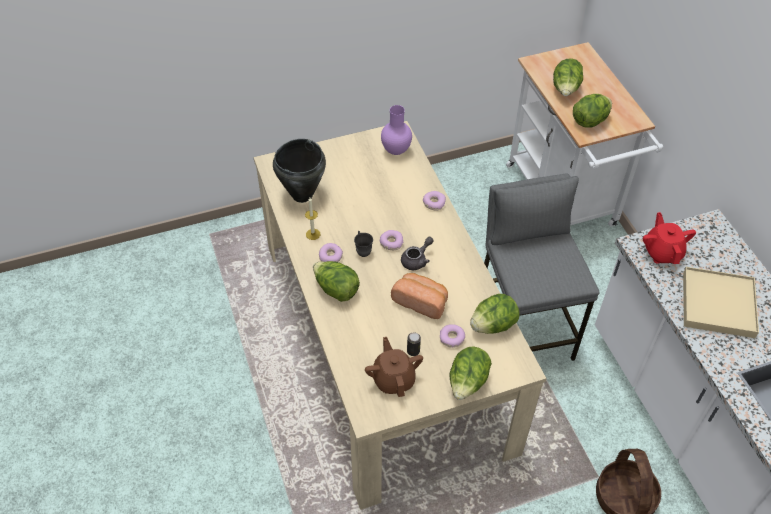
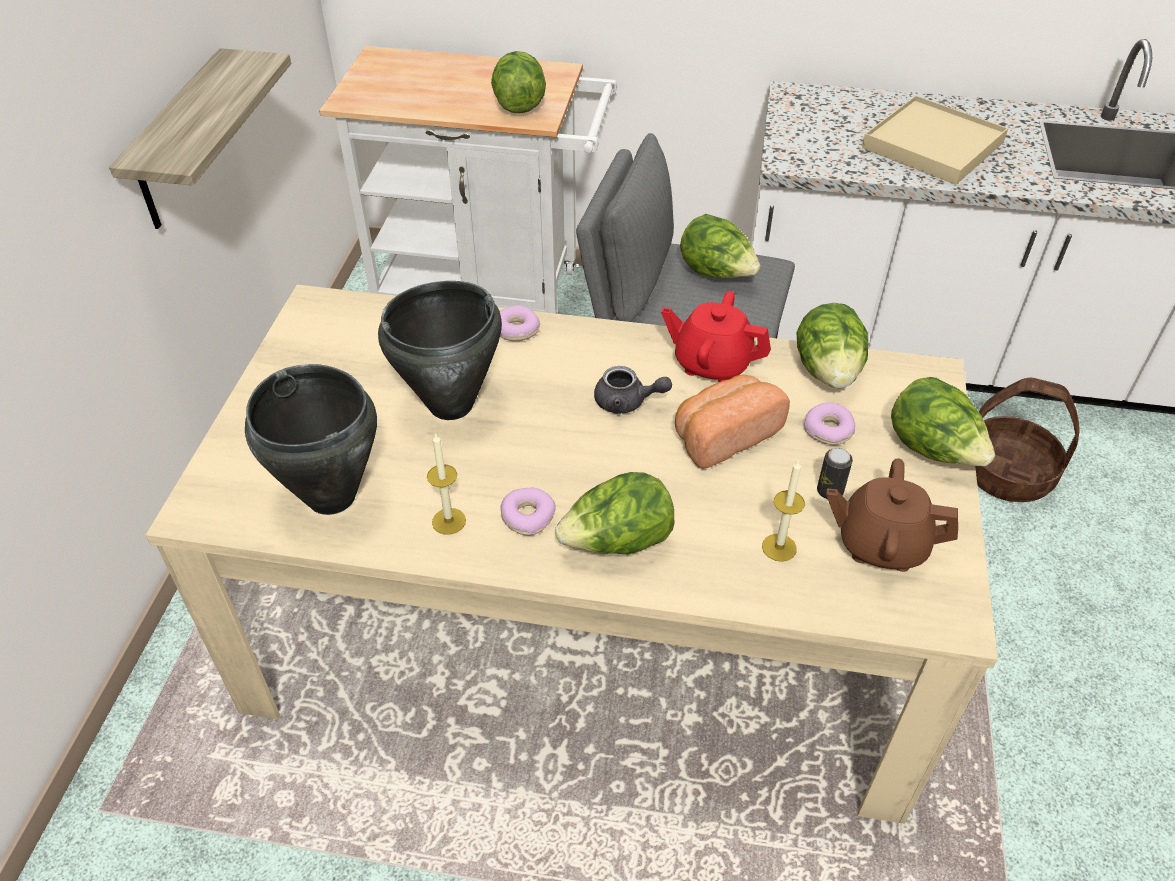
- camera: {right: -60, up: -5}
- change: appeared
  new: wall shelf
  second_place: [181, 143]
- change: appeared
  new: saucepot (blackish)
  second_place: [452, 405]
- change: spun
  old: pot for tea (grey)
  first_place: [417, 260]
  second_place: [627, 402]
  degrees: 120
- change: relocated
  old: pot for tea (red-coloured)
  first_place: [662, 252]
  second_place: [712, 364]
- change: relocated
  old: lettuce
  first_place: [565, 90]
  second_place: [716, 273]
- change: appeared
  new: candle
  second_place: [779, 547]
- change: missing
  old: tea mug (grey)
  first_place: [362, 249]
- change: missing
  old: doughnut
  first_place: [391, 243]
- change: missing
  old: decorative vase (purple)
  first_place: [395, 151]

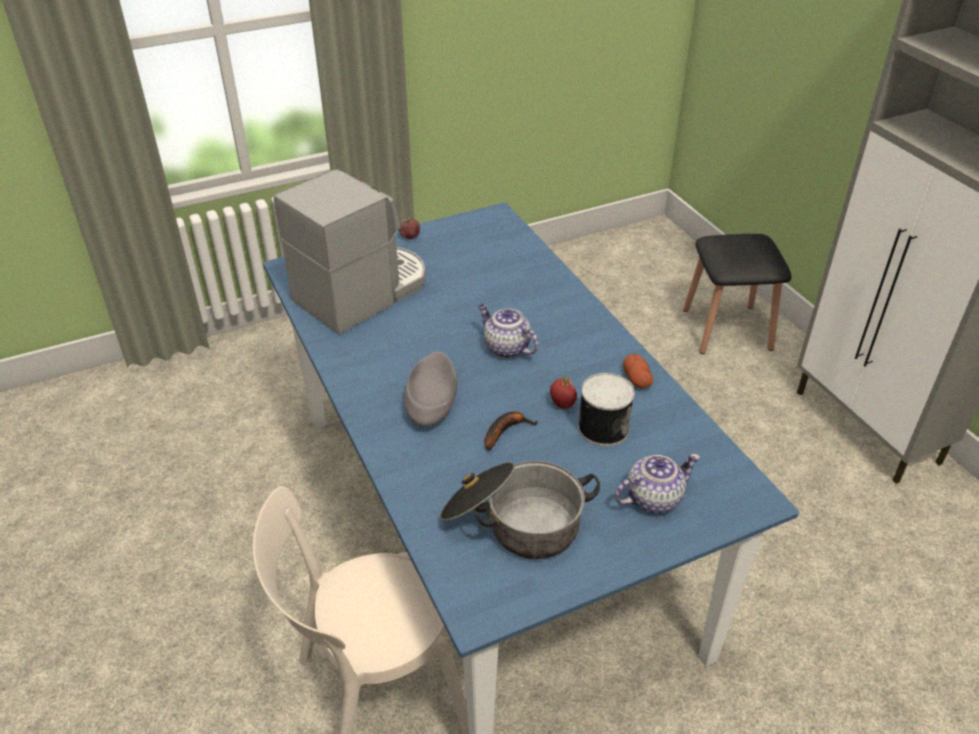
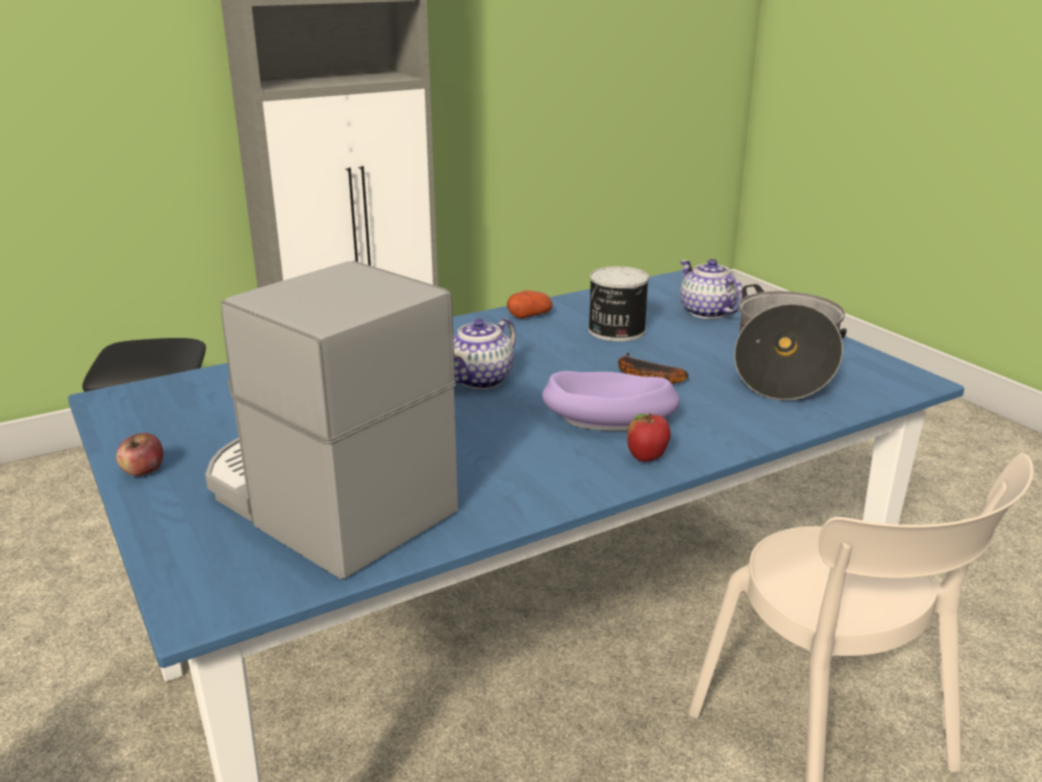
- camera: {right: -95, up: -15}
- change: colour
  old: bowl (grey)
  new: bowl (purple)
  first_place: [431, 402]
  second_place: [608, 421]
- change: relocated
  old: apple fruit
  first_place: [562, 404]
  second_place: [647, 458]

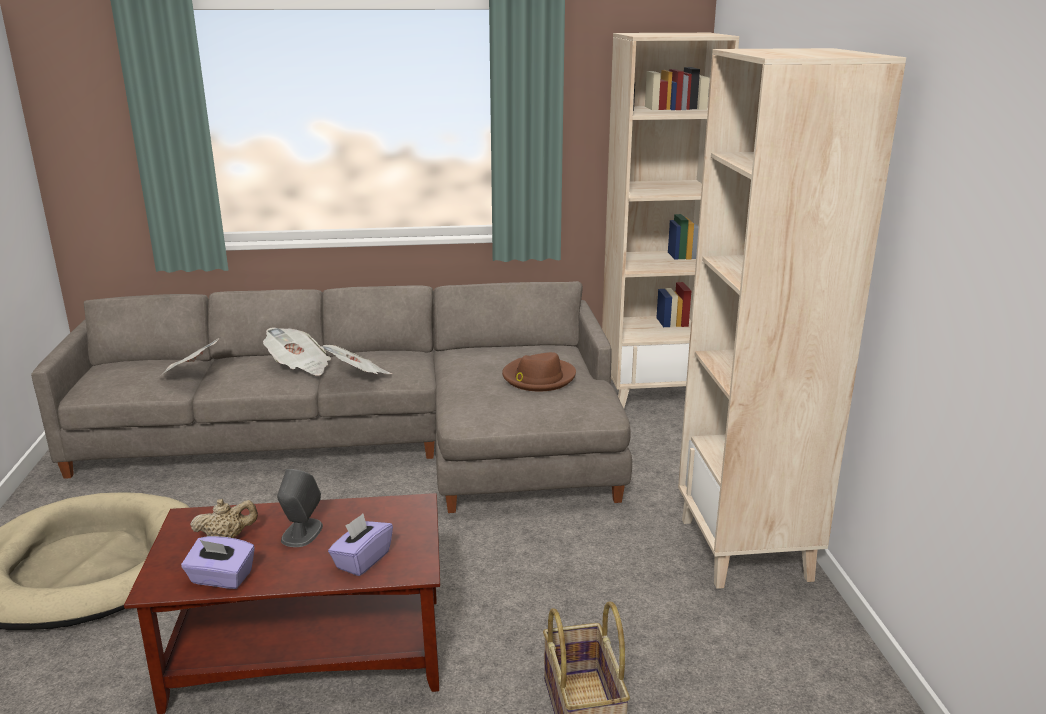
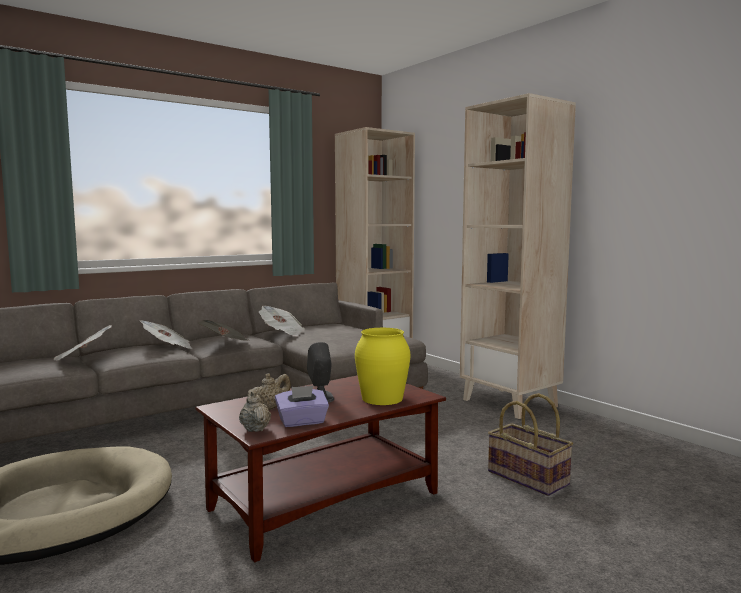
- camera: {right: -30, up: -15}
- change: appeared
  new: pot for tea (beige-coloured)
  second_place: [255, 429]
- change: appeared
  new: newspaper
  second_place: [282, 333]
- change: exchanged
  old: tissue holder (purple)
  new: decorative vase (yellow)
  first_place: [362, 560]
  second_place: [382, 398]
- change: missing
  old: hat (brown)
  first_place: [538, 378]

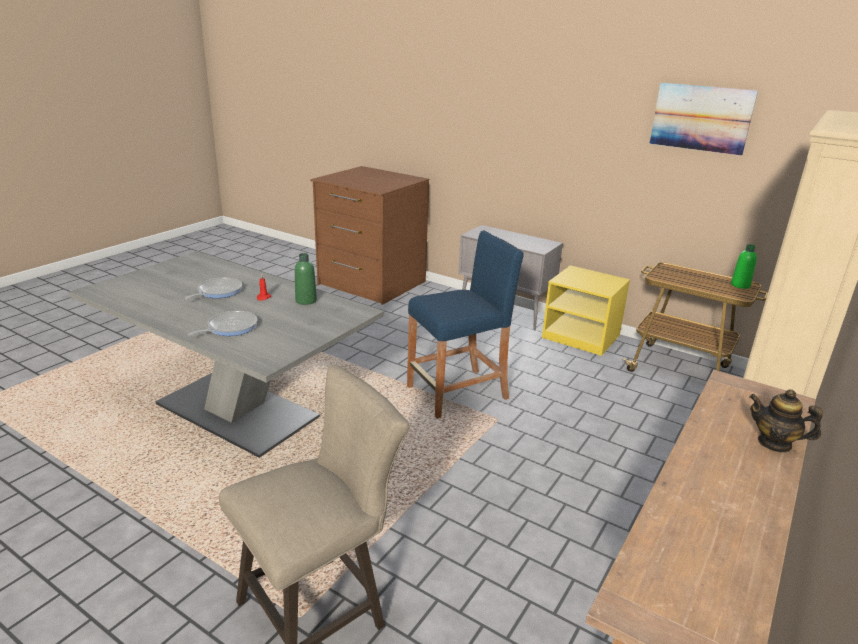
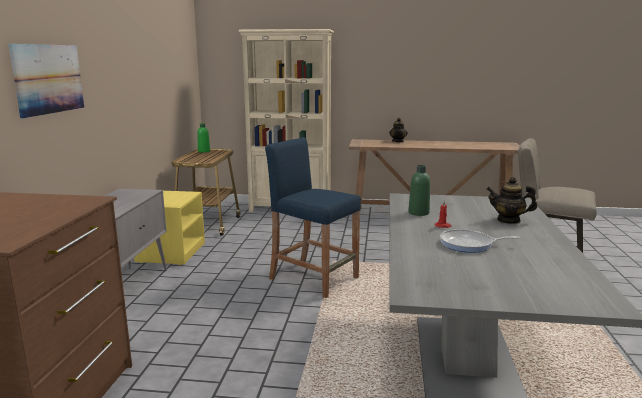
- camera: {right: -115, up: -10}
- change: relocated
  old: wall art
  first_place: [701, 118]
  second_place: [49, 79]
- change: exchanged
  old: frying pan
  new: pot for tea
  first_place: [230, 327]
  second_place: [508, 220]

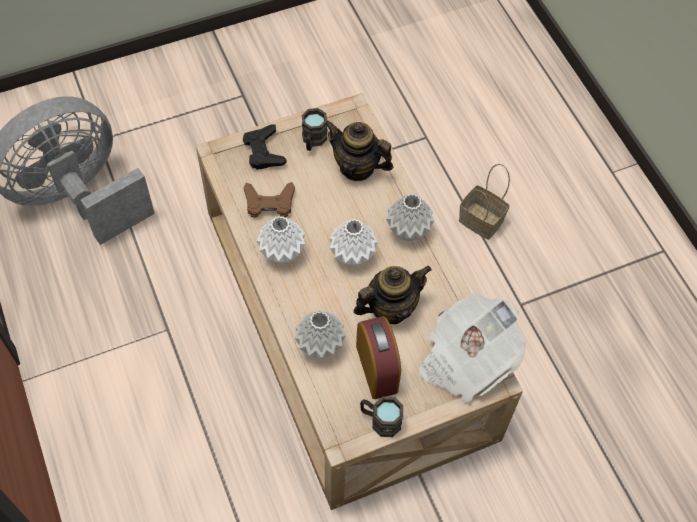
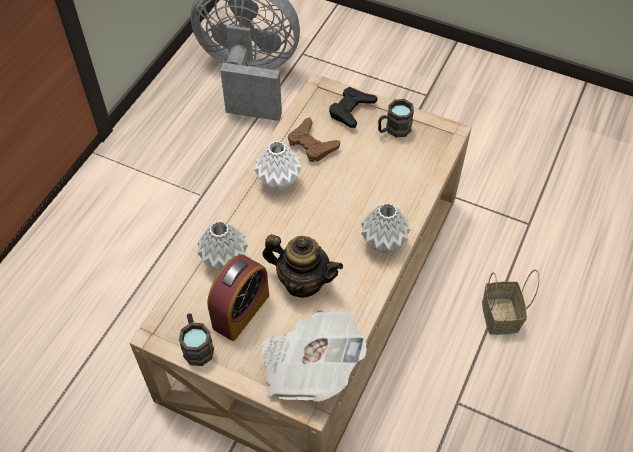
- camera: {right: 50, up: -5}
- change: missing
  old: pot for tea
  first_place: [357, 167]
- change: missing
  old: decorative vase (whitish)
  first_place: [353, 256]

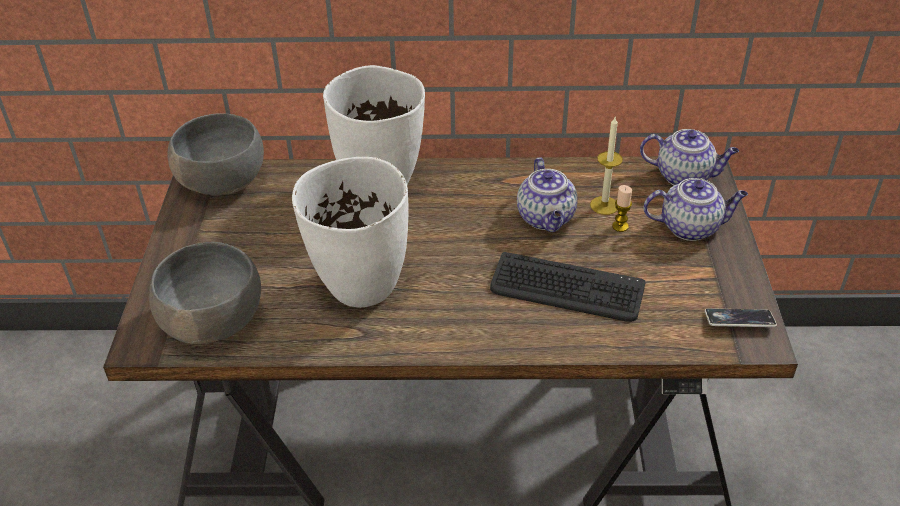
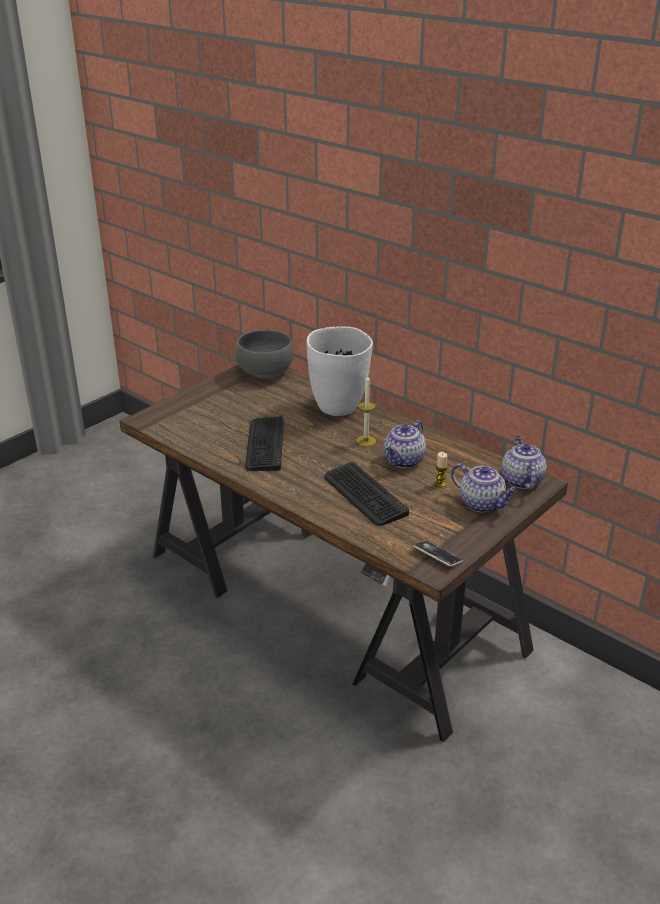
- camera: {right: 40, up: -10}
- change: exchanged
  old: decorative vase (whitish)
  new: computer keyboard
  first_place: [361, 287]
  second_place: [265, 444]
- change: relocated
  old: candle
  first_place: [604, 205]
  second_place: [366, 441]
- change: spun
  old: pot for tea
  first_place: [685, 176]
  second_place: [521, 480]
  degrees: -150
- change: missing
  old: bowl (grey)
  first_place: [212, 322]

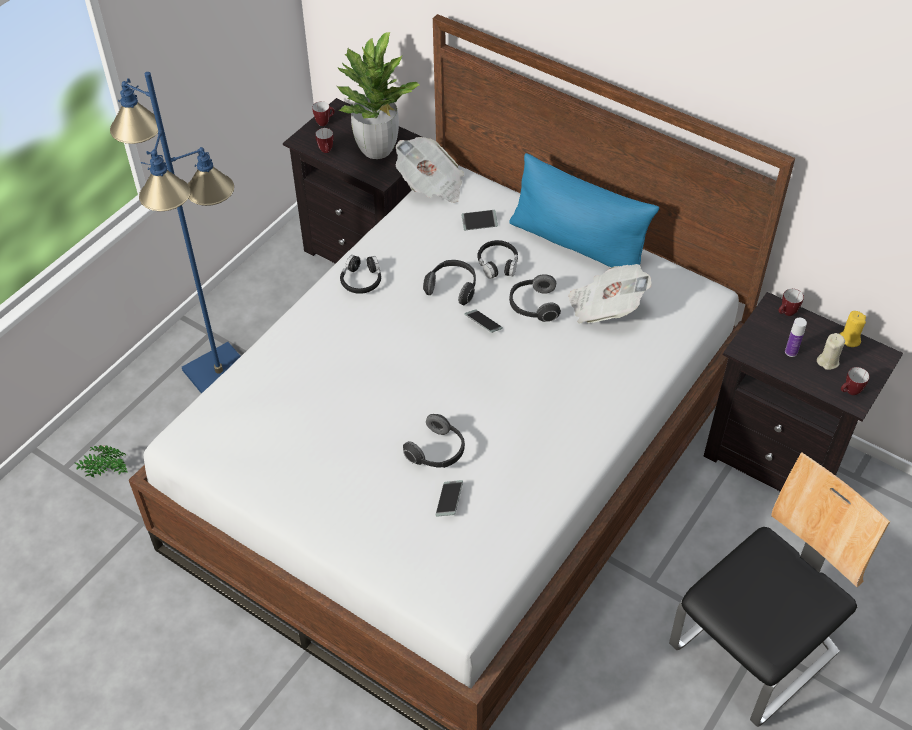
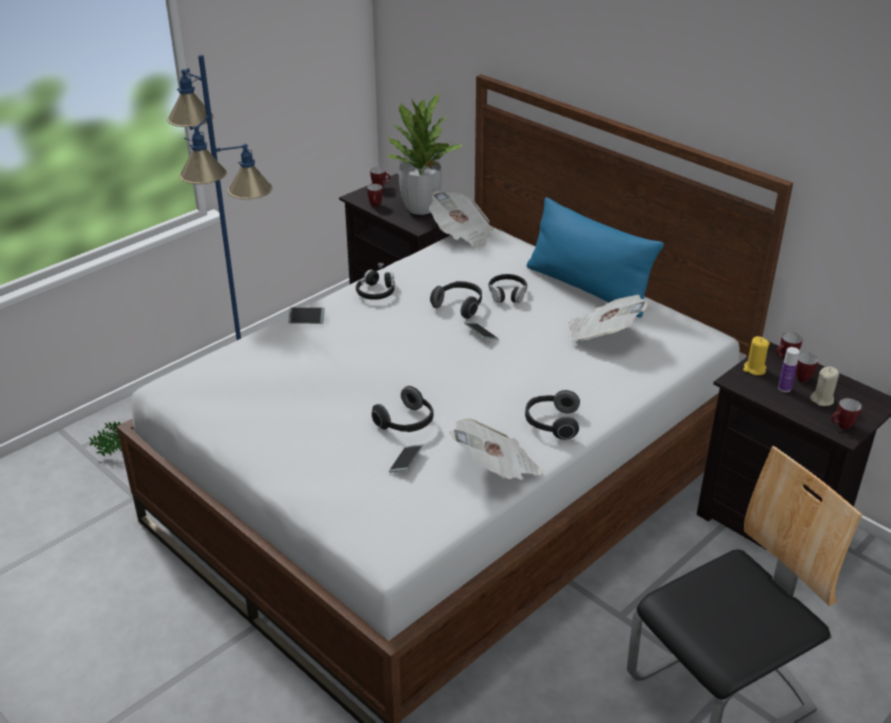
- camera: {right: 10, up: -15}
- change: relocated
  old: handset
  first_place: [479, 223]
  second_place: [306, 319]
- change: appeared
  new: newspaper
  second_place: [496, 469]
- change: relocated
  old: headphones
  first_place: [533, 306]
  second_place: [551, 424]
- change: relocated
  old: candle (yellow)
  first_place: [849, 339]
  second_place: [754, 369]
- change: appeared
  new: tea mug
  second_place: [801, 377]

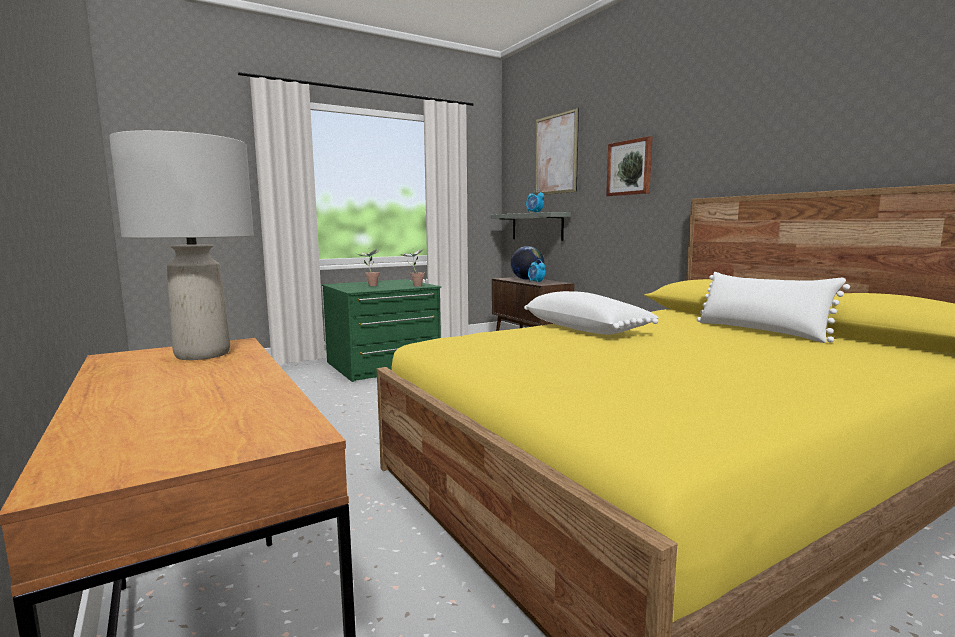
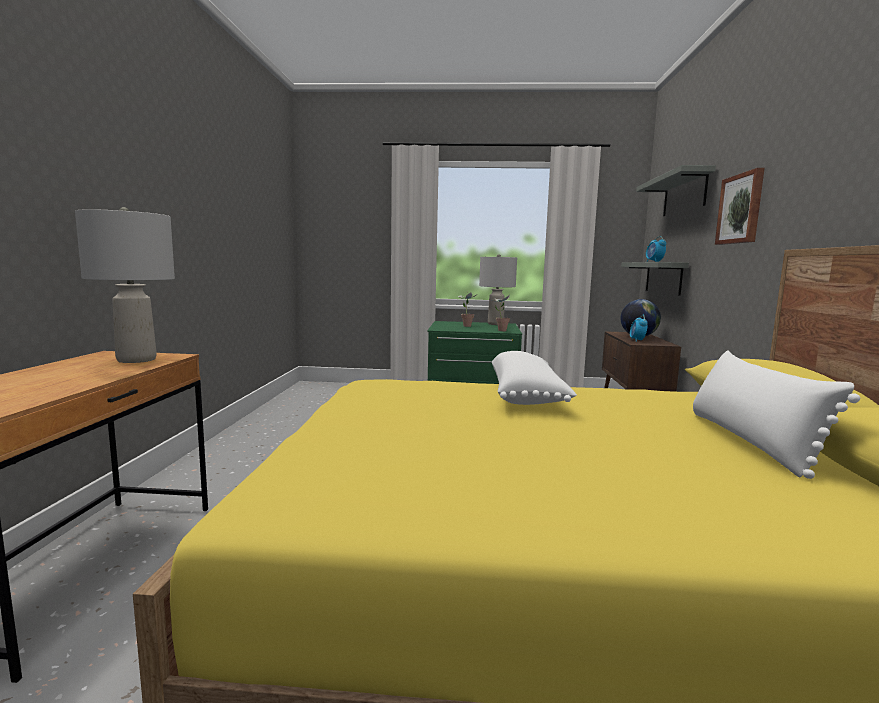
- camera: {right: 35, up: 0}
- change: appeared
  new: tabletop lamp (grey)
  second_place: [495, 324]
- change: exchanged
  old: wall art
  new: wall shelf (grey)
  first_place: [556, 154]
  second_place: [684, 194]

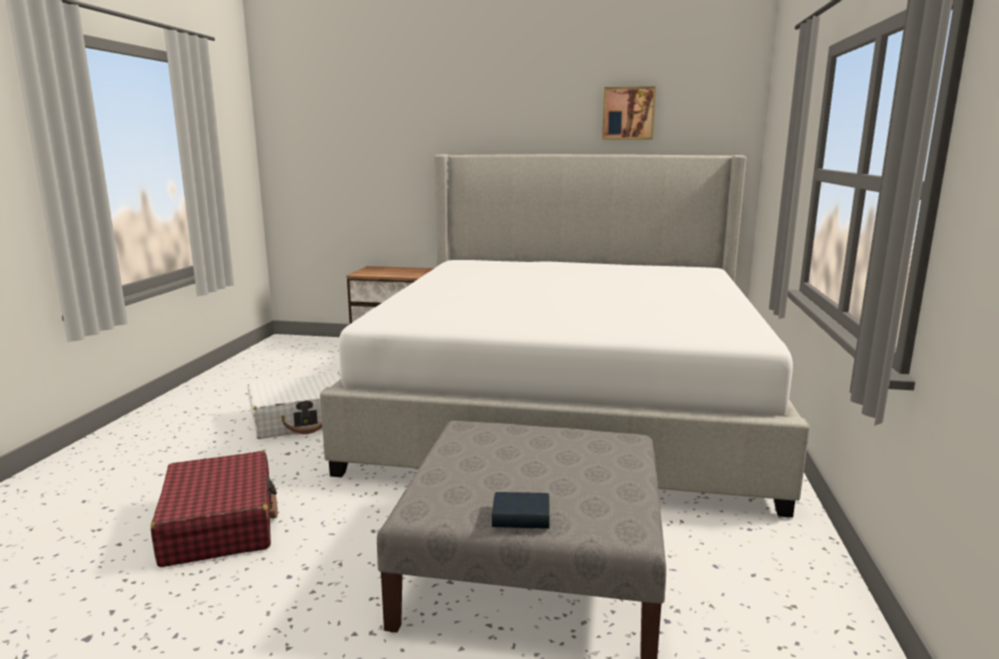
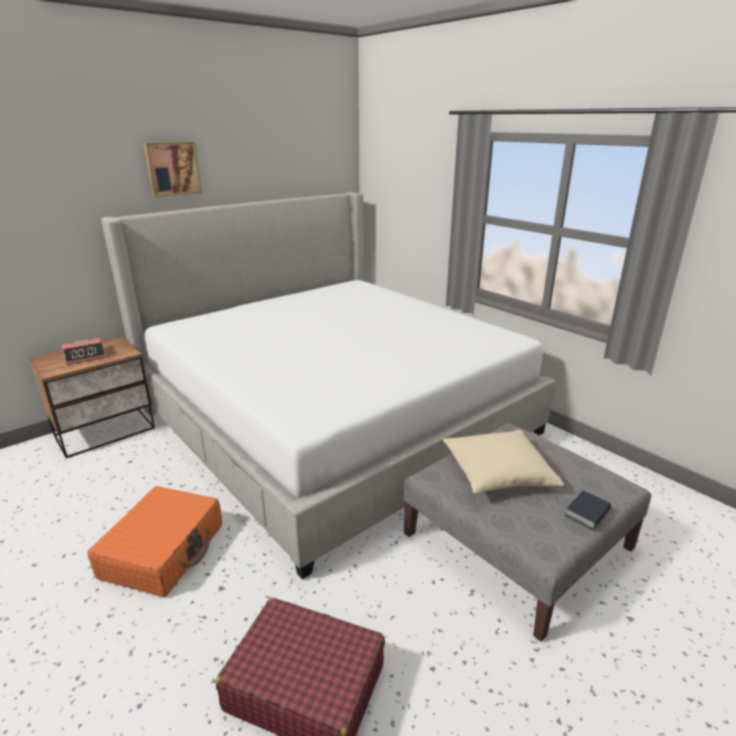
- camera: {right: -50, up: 10}
- change: appeared
  new: bedside clock
  second_place: [85, 356]
- change: colour
  old: travel case (whitish)
  new: travel case (orangey)
  first_place: [302, 419]
  second_place: [164, 551]
- change: relocated
  old: wall art
  first_place: [628, 113]
  second_place: [172, 168]
- change: appeared
  new: pillow (beige-coloured)
  second_place: [497, 473]

